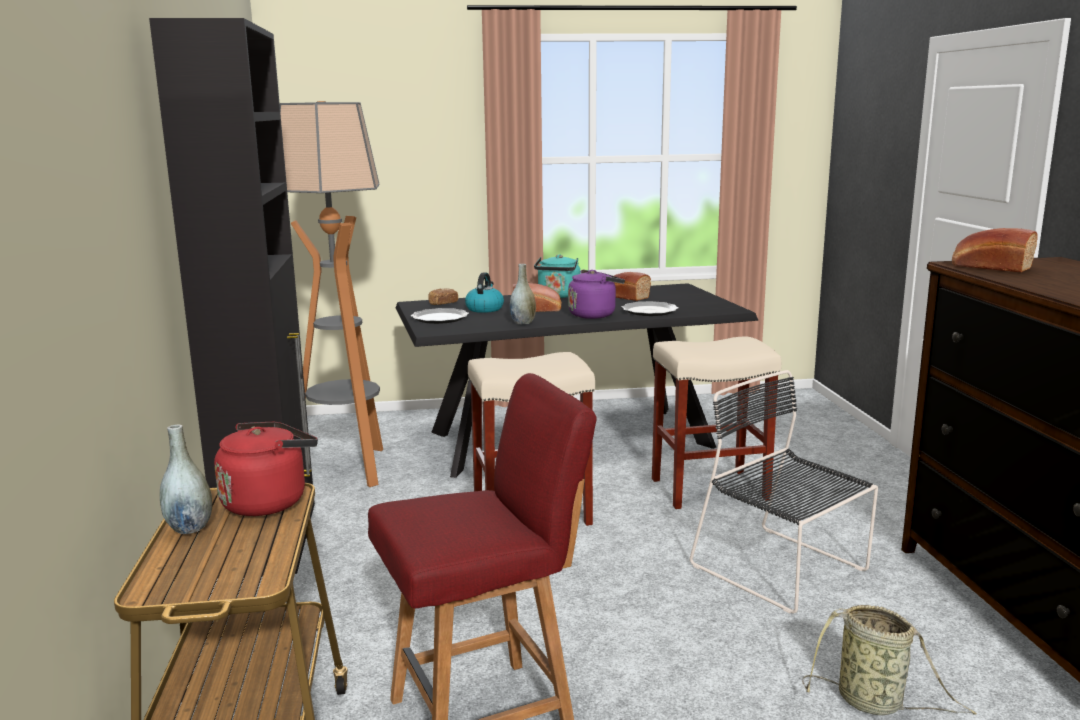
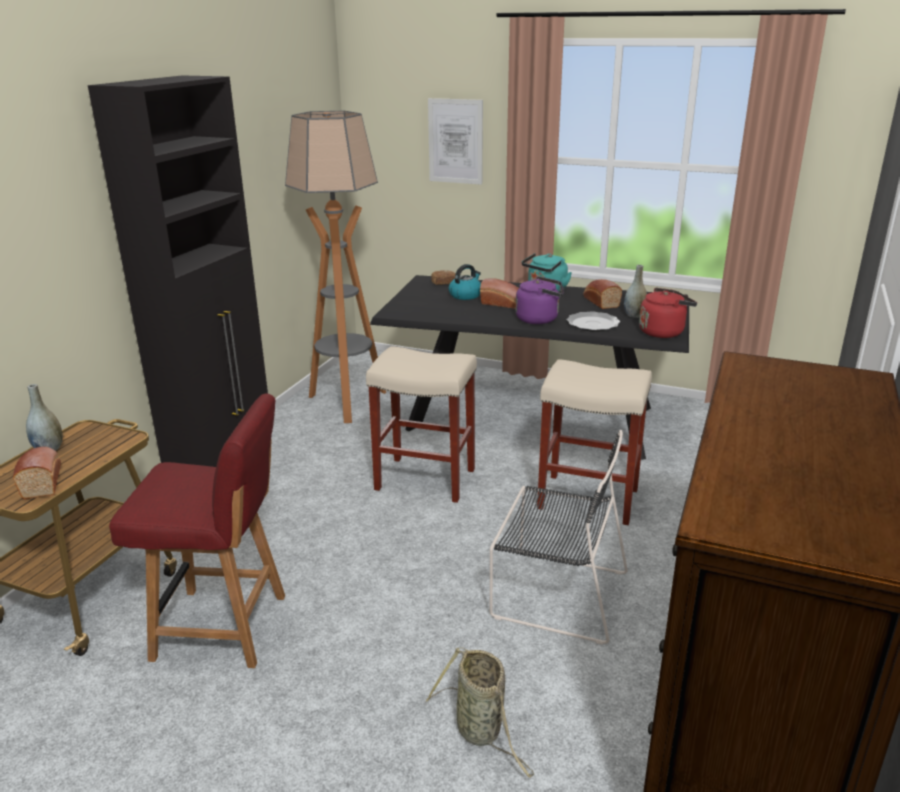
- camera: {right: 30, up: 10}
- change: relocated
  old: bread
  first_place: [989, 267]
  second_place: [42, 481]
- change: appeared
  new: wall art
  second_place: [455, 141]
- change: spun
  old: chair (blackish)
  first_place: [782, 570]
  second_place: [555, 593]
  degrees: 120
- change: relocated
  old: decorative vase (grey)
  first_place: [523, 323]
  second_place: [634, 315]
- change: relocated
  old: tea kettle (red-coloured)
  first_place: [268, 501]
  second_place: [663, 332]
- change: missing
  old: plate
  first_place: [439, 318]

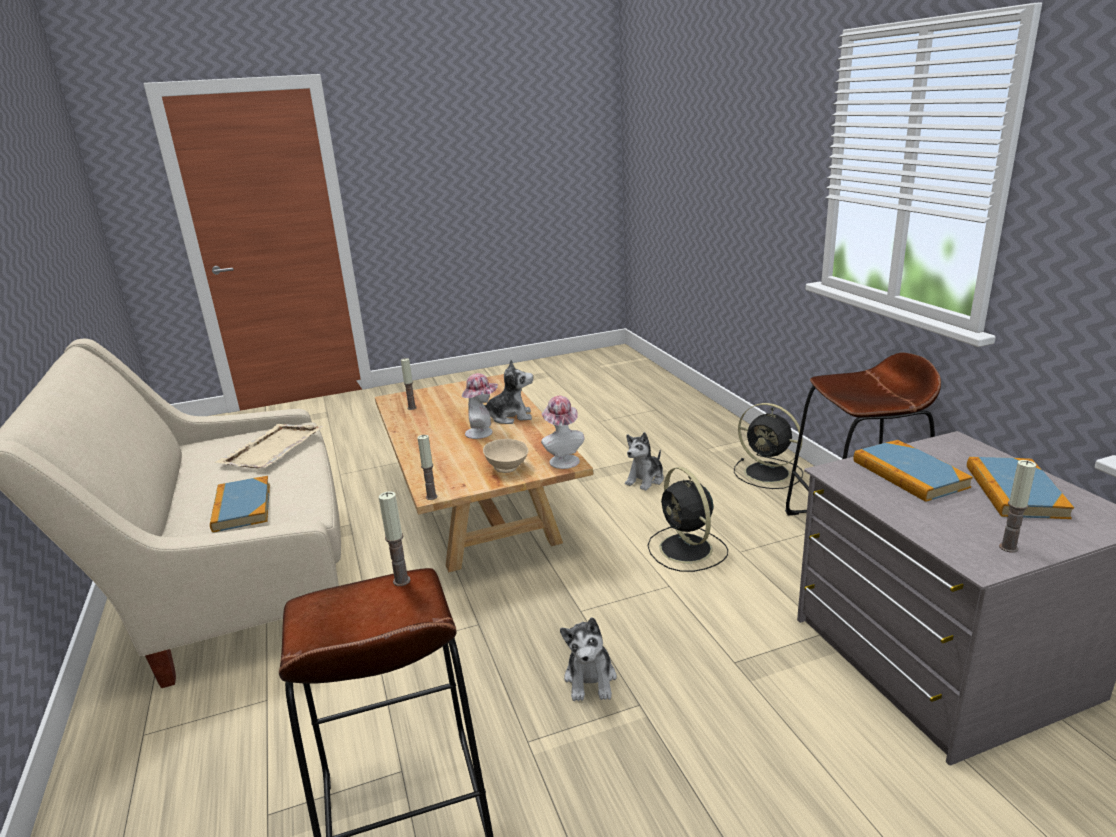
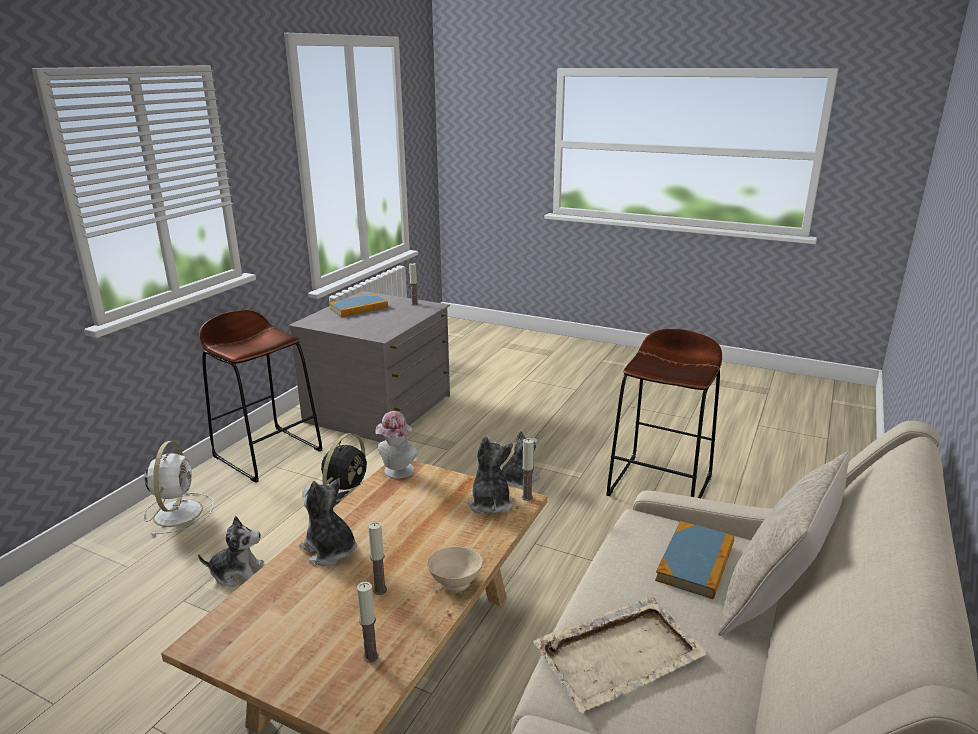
- camera: {right: -135, up: 0}
- change: colour
  old: fan (blackish)
  new: fan (whitish)
  first_place: [769, 473]
  second_place: [178, 512]
- change: relocated
  old: candle
  first_place: [401, 581]
  second_place: [380, 590]
- change: relocated
  old: bowl (beige-coloured)
  first_place: [506, 468]
  second_place: [456, 582]
- change: appeared
  new: plush toy
  second_place: [490, 503]
- change: appeared
  new: pillow (beige-coloured)
  second_place: [773, 600]
- change: missing
  old: hat
  first_place: [482, 432]
- change: missing
  old: book
  first_place: [909, 474]

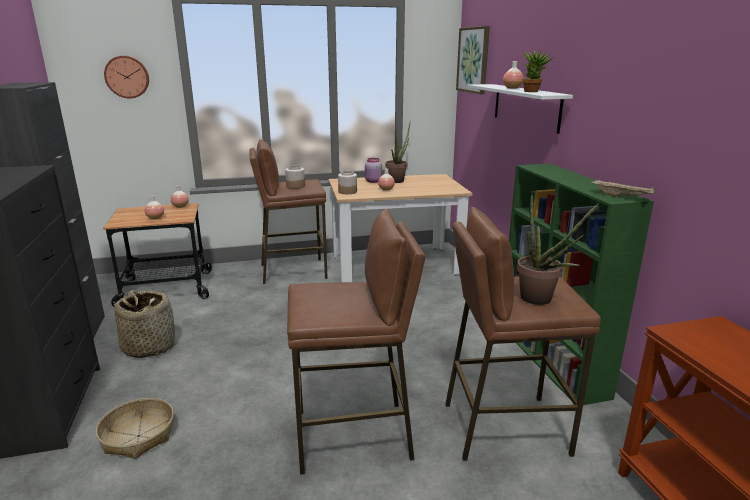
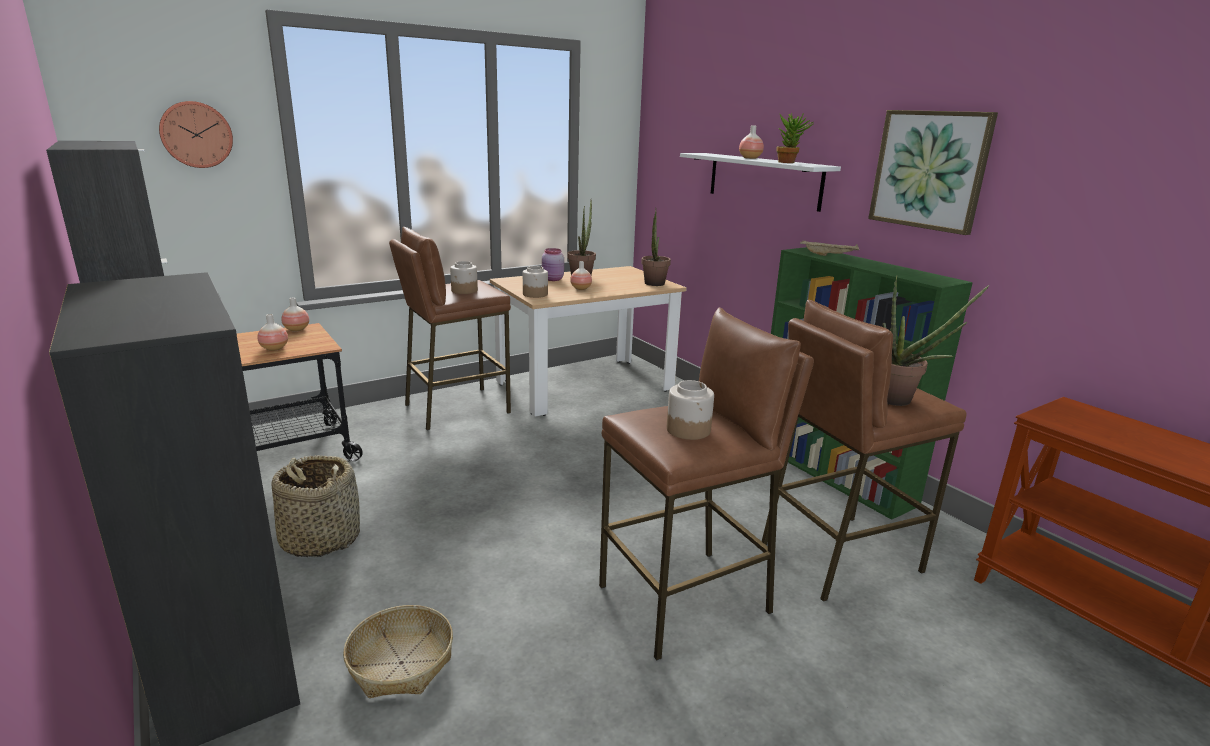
- camera: {right: -20, up: 0}
- change: appeared
  new: plant in a pot
  second_place: [654, 284]
- change: appeared
  new: storage jar
  second_place: [688, 430]
- change: relocated
  old: carrying tray (beige-coloured)
  first_place: [621, 197]
  second_place: [829, 255]
- change: relocated
  old: wall art
  first_place: [473, 60]
  second_place: [929, 170]

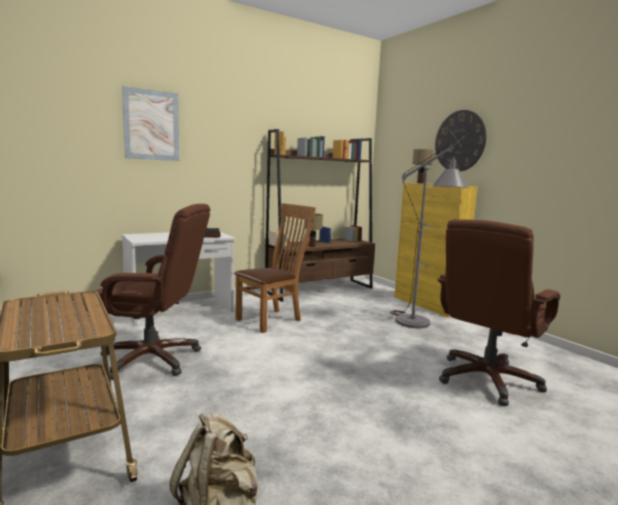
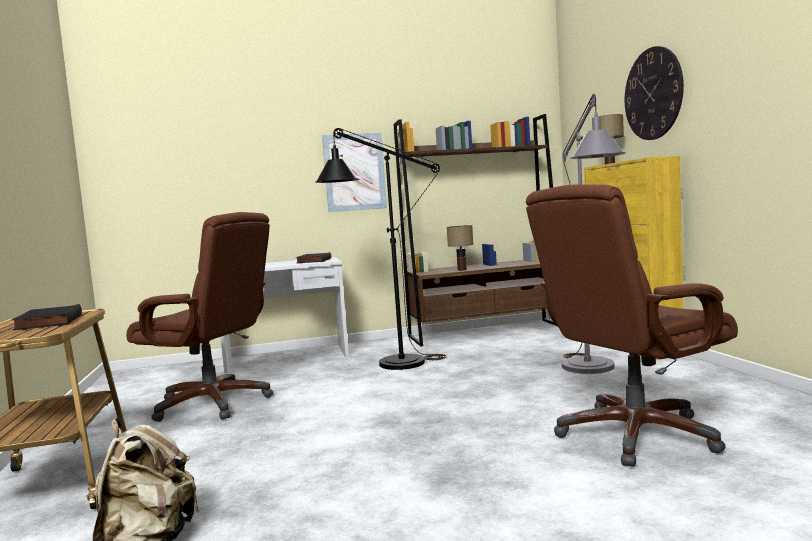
- camera: {right: 20, up: -5}
- change: appeared
  new: book (blackish)
  second_place: [47, 322]
- change: exchanged
  old: chair (brown)
  new: floor lamp (blackish)
  first_place: [272, 319]
  second_place: [389, 365]
- change: relocated
  old: wall art
  first_place: [151, 125]
  second_place: [354, 172]

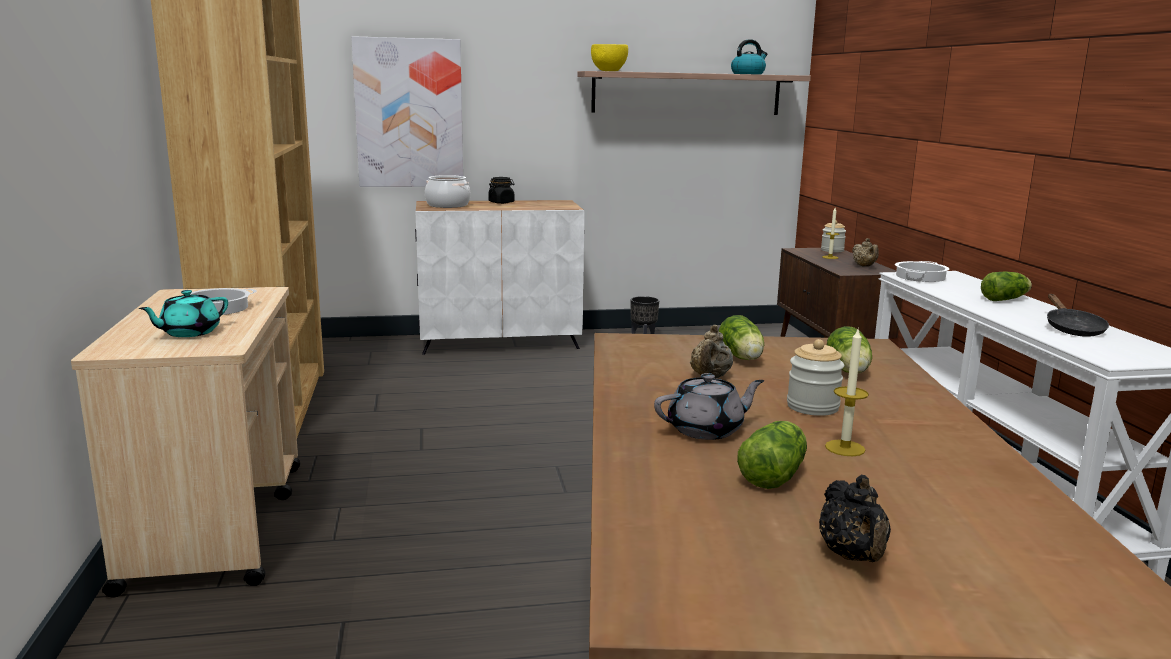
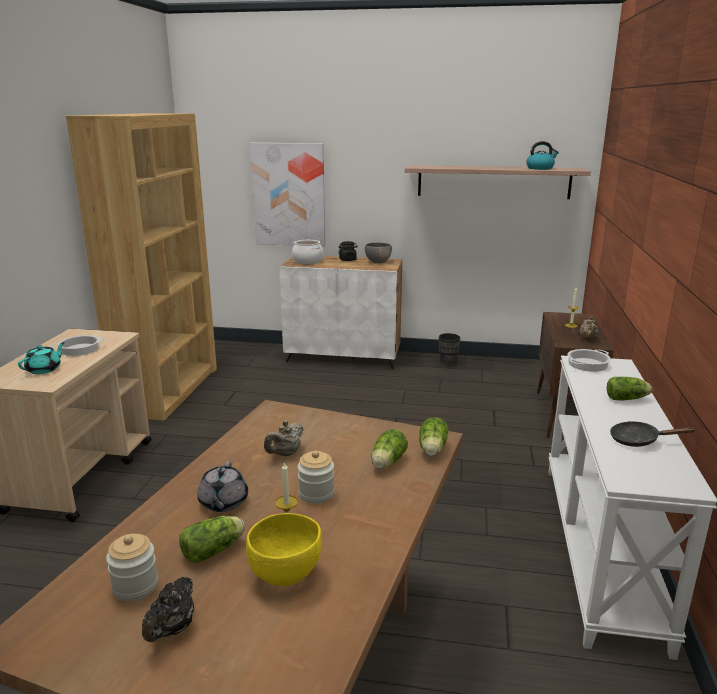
- camera: {right: 20, up: 5}
- change: spun
  old: pot for tea (blue-green)
  first_place: [189, 333]
  second_place: [44, 369]
  degrees: 150
- change: relocated
  old: storage jar
  first_place: [832, 250]
  second_place: [135, 586]
- change: spun
  old: pot for tea (grey)
  first_place: [707, 430]
  second_place: [223, 503]
  degrees: 90
- change: relocated
  old: bowl (yellow)
  first_place: [609, 71]
  second_place: [286, 574]
- change: appeared
  new: bowl (grey)
  second_place: [378, 262]
- change: relocated
  old: lettuce
  first_place: [742, 358]
  second_place: [432, 450]
- change: spun
  old: frying pan (blackish)
  first_place: [1072, 329]
  second_place: [638, 440]
  degrees: 75

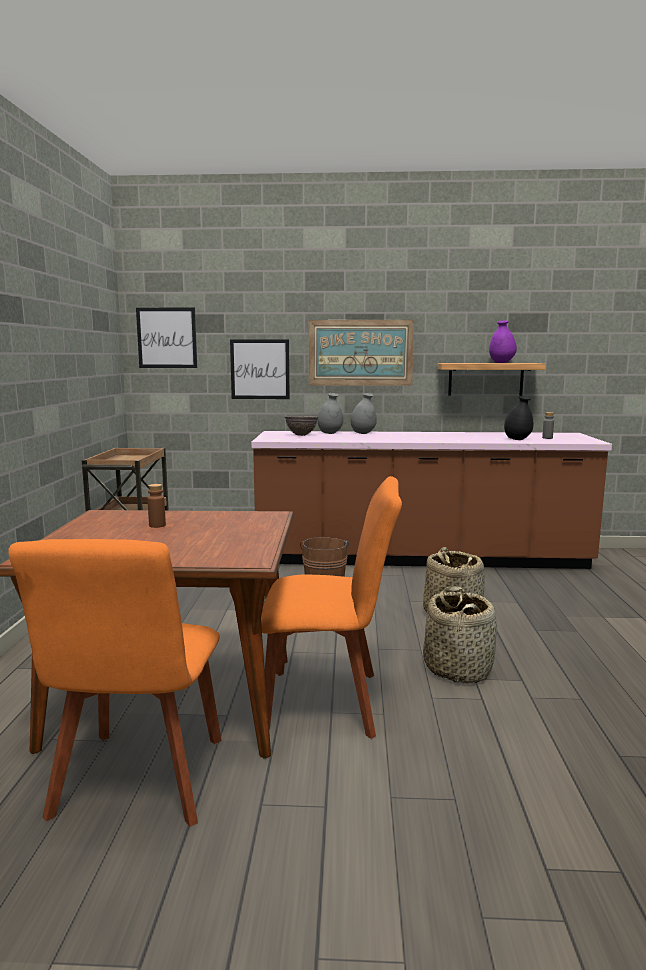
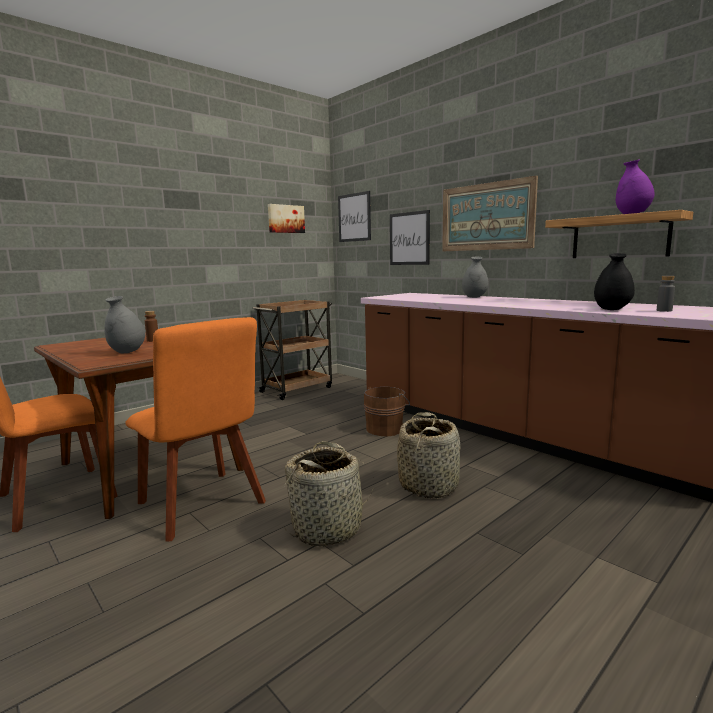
- camera: {right: 45, up: 0}
- change: relocated
  old: decorative vase (grey)
  first_place: [330, 433]
  second_place: [127, 352]
- change: appeared
  new: wall art
  second_place: [285, 219]
- change: missing
  old: bowl (brown)
  first_place: [301, 435]

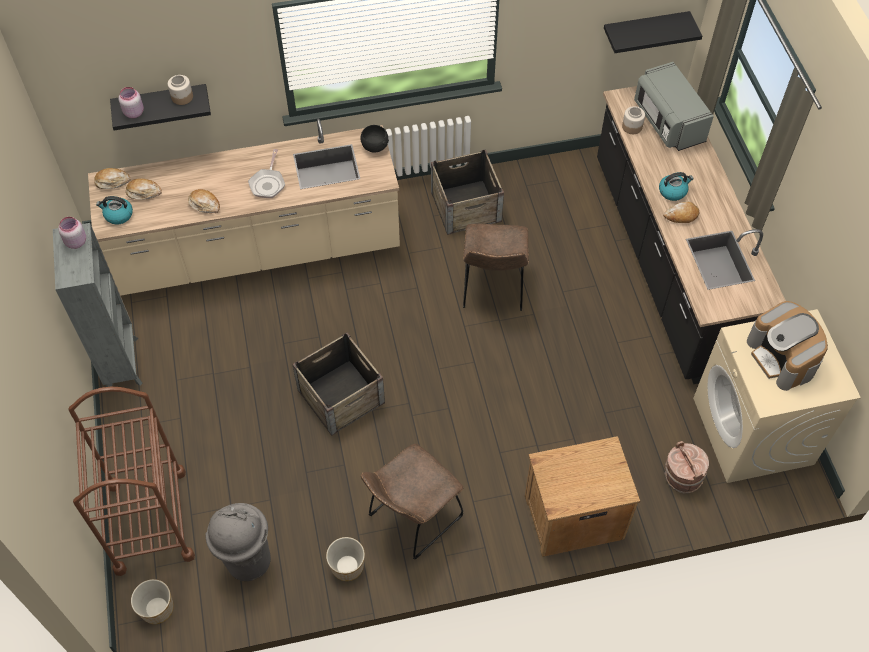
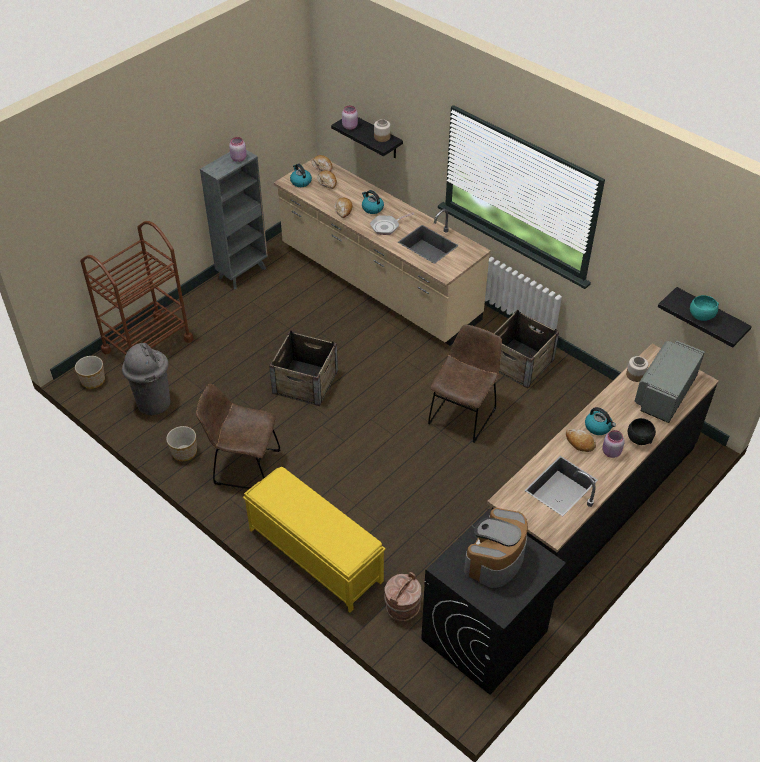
- camera: {right: 55, up: -10}
- change: exchanged
  old: night table (brown)
  new: bench (yellow)
  first_place: [572, 516]
  second_place: [314, 554]
- change: appeared
  new: tea kettle
  second_place: [372, 208]
- change: colour
  old: laundry machine (beige-coloured)
  new: laundry machine (blackish)
  first_place: [753, 431]
  second_place: [484, 636]
- change: spun
  old: chair (brown)
  first_place: [493, 289]
  second_place: [463, 414]
  degrees: 150
- change: appeared
  new: storage jar (pink)
  second_place: [610, 452]
- change: relocated
  old: bowl (blackish)
  first_place: [374, 146]
  second_place: [639, 439]
- change: appeared
  new: bowl (blue-green)
  second_place: [700, 316]

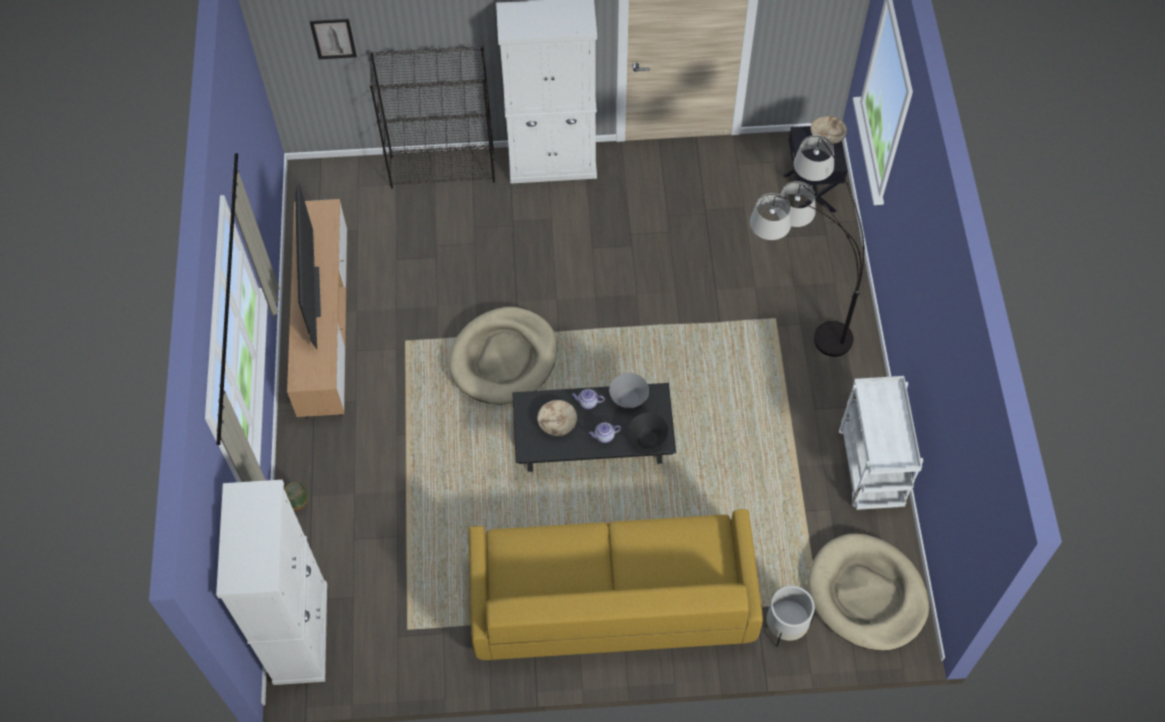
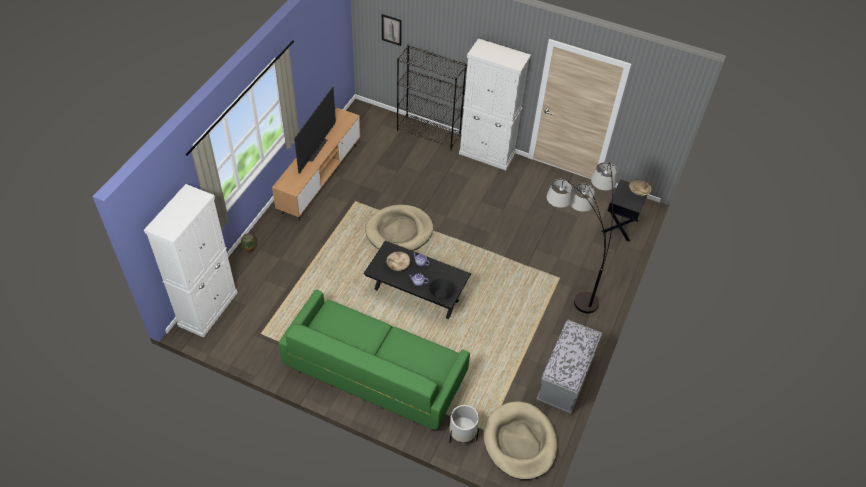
- camera: {right: 25, up: -10}
- change: colour
  old: sofa (yellow)
  new: sofa (greenish)
  first_place: [611, 599]
  second_place: [375, 372]
- change: exchanged
  old: wheeled cart (whitish)
  new: bench (grey)
  first_place: [871, 469]
  second_place: [565, 379]
- change: missing
  old: bowl (grey)
  first_place: [628, 398]

